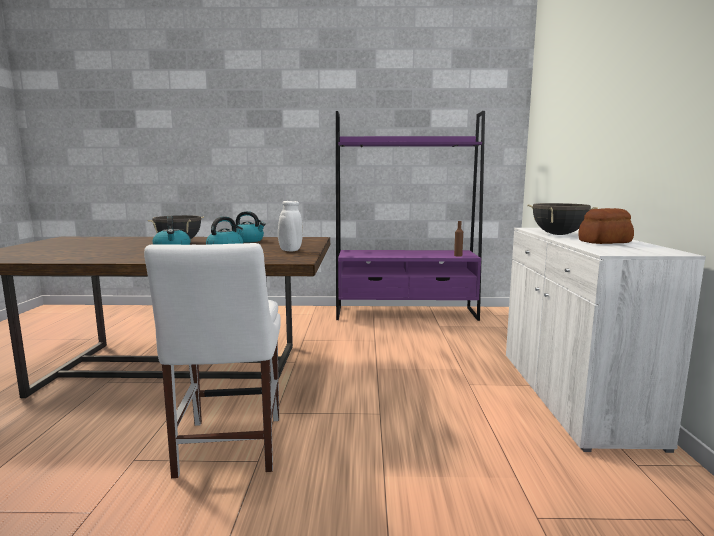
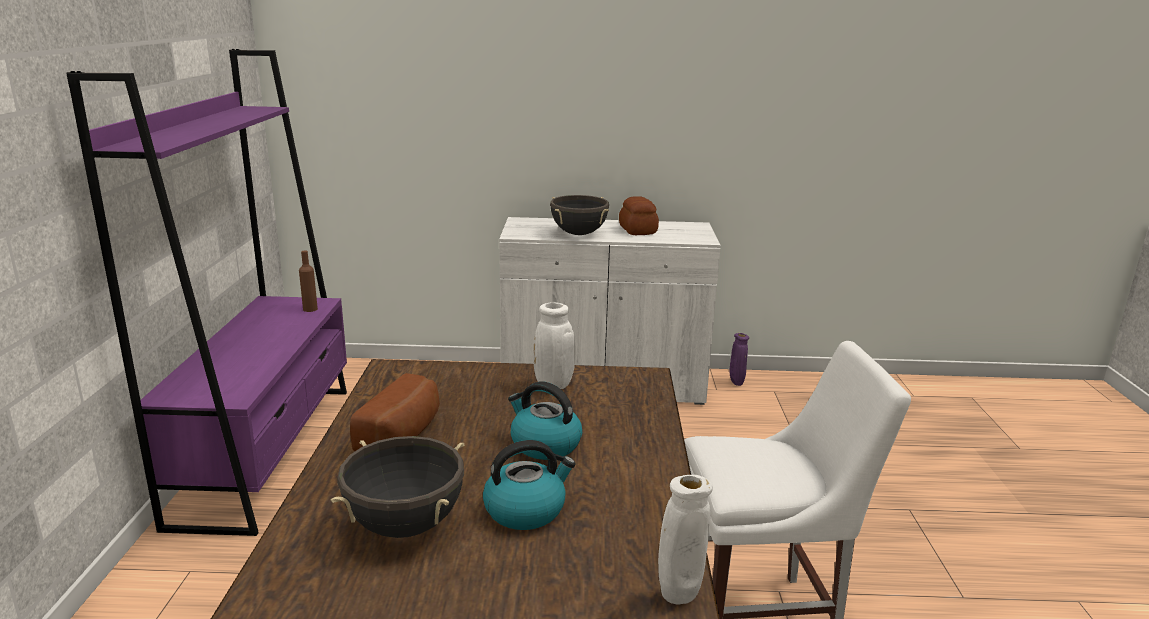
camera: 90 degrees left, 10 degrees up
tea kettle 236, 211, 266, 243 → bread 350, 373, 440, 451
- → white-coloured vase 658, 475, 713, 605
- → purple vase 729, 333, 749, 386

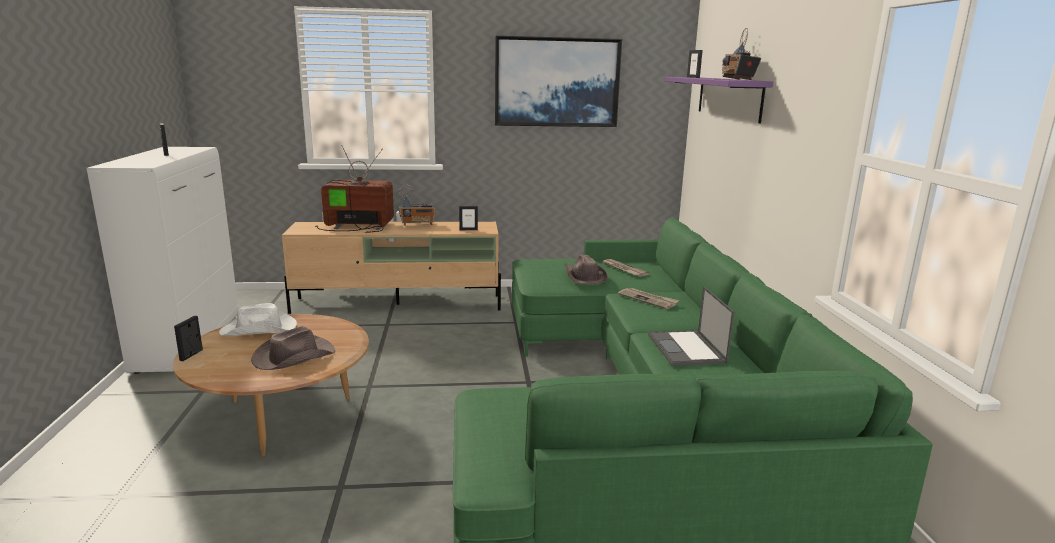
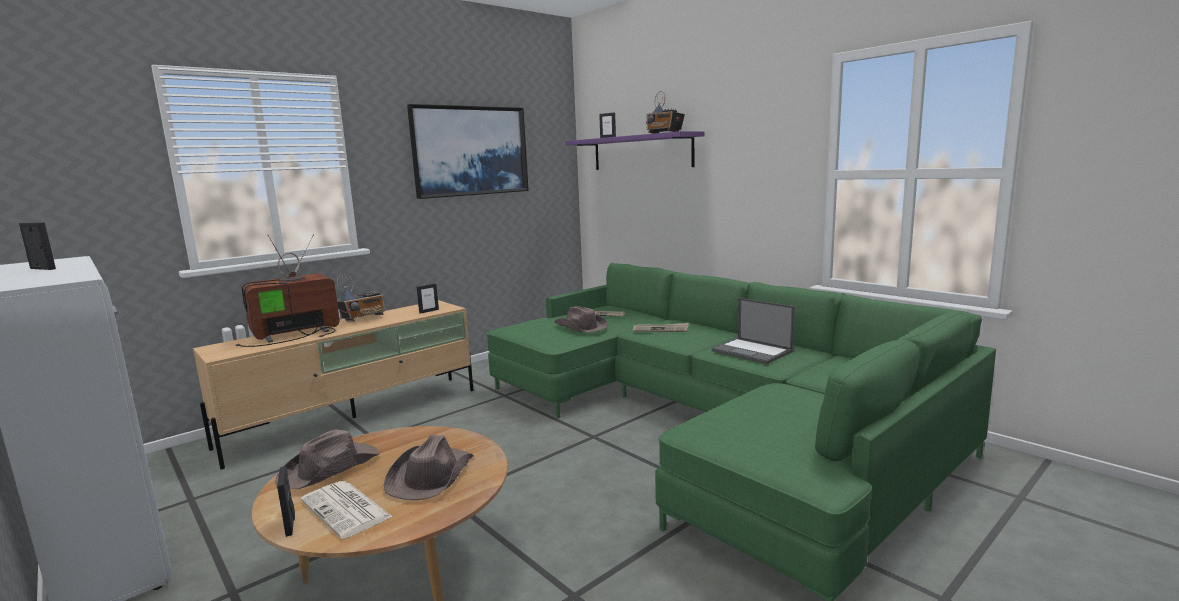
camera: 35 degrees left, 5 degrees down
white-coloured hat 219, 303, 297, 336 → brown hat 275, 430, 380, 489
- → newspaper 301, 481, 393, 539

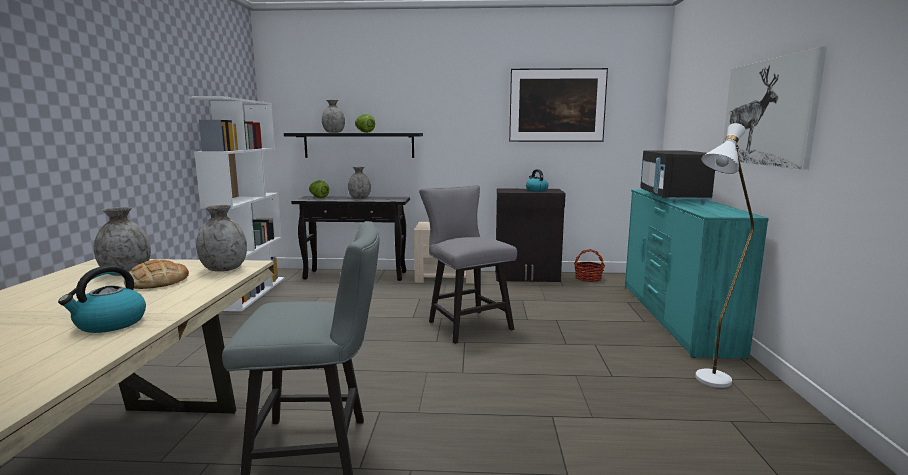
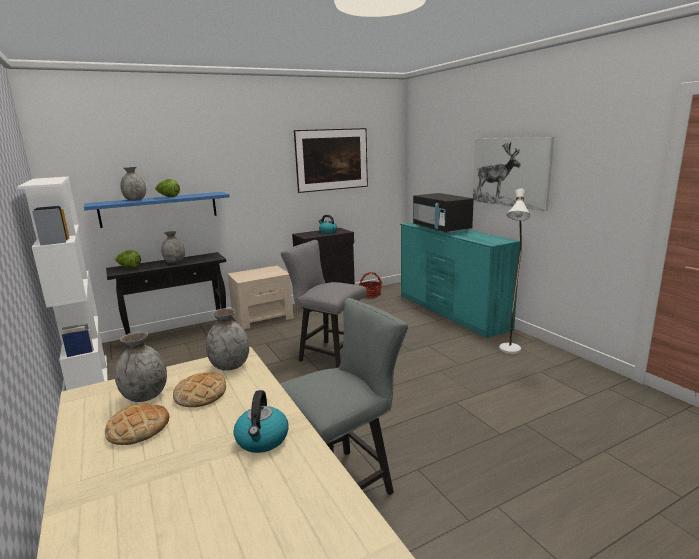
camera: 30 degrees left, 5 degrees up
black-coloured shelf 284, 133, 423, 158 → blue-coloured shelf 84, 192, 230, 228
- → bread 105, 404, 169, 445

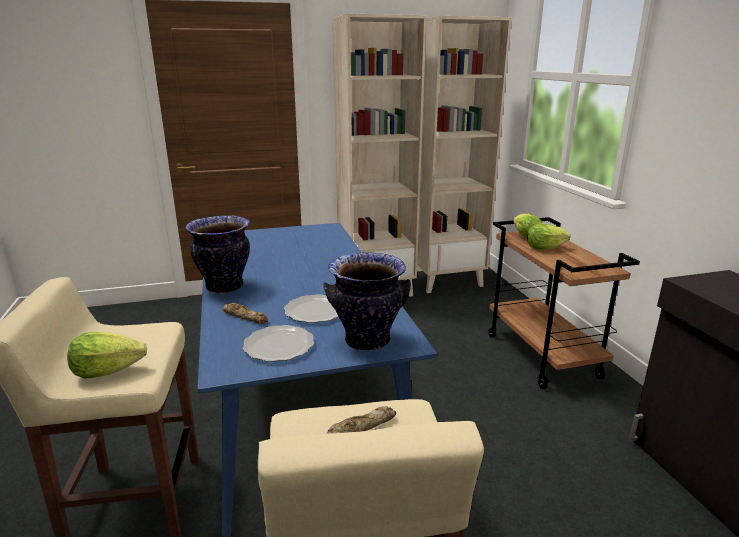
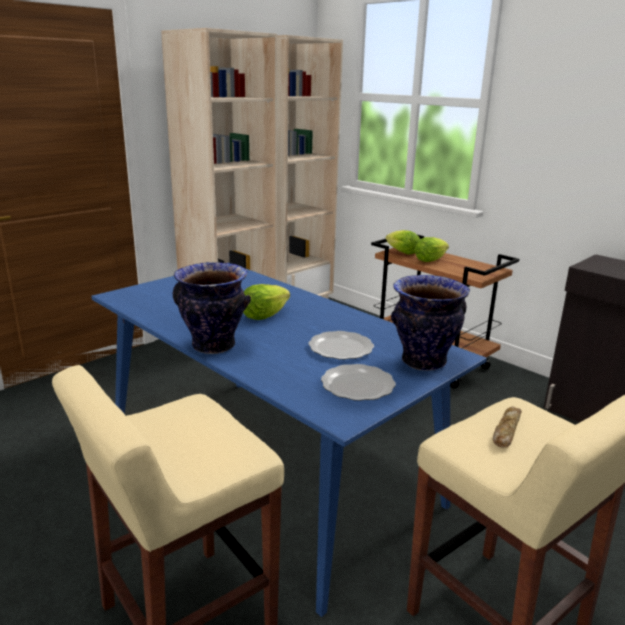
camera: 30 degrees left, 0 degrees up
head of lettuce 67, 332, 147, 379 → head of lettuce 243, 284, 290, 320, relocated
bread 223, 303, 268, 324 → -

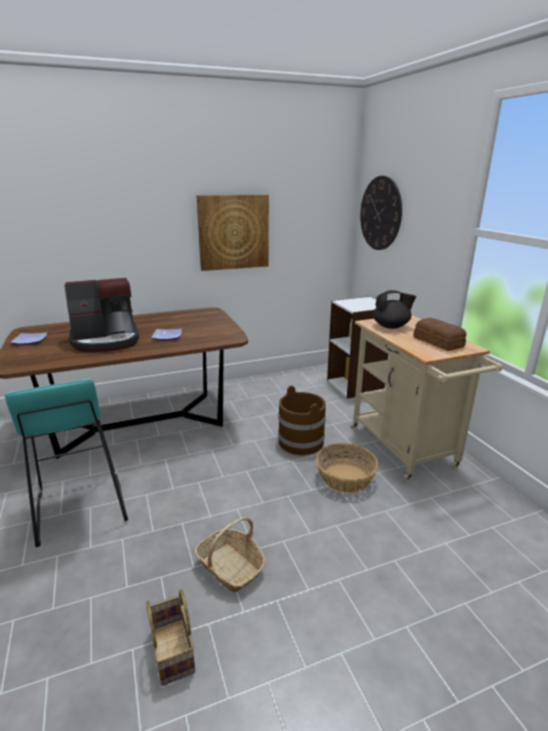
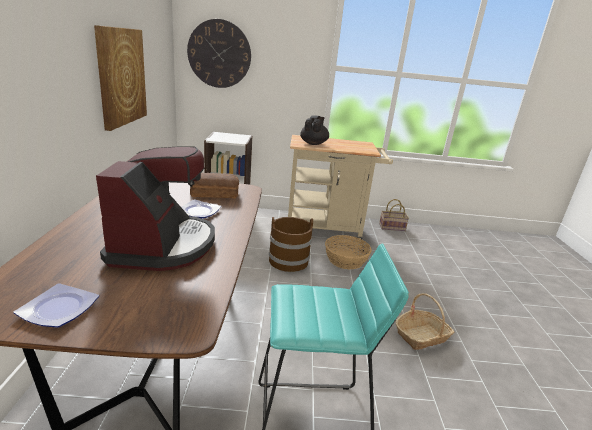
camera: 70 degrees left, 0 degrees up
storage basket 146, 589, 195, 686 → storage basket 379, 199, 409, 231, relocated
bread 413, 318, 466, 351 → bread 190, 173, 239, 198, relocated

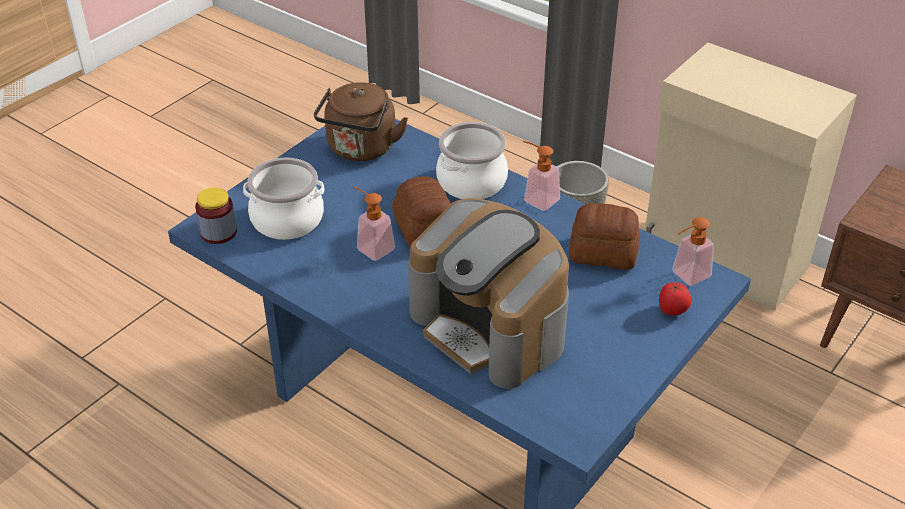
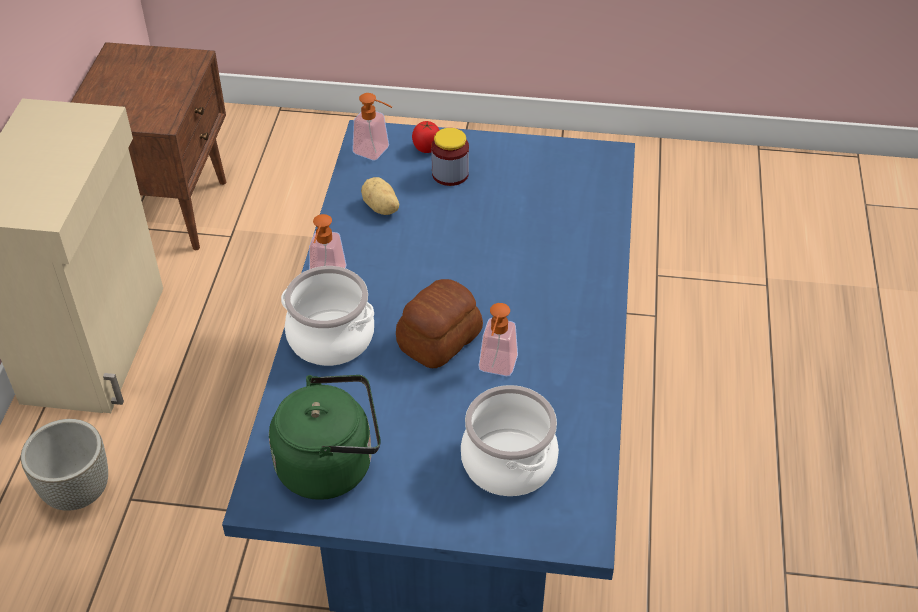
camera: 120 degrees left, 5 degrees up
jar 195, 188, 237, 244 → jar 431, 128, 469, 186, relocated
brown tea kettle 314, 82, 408, 161 → green-coloured tea kettle 269, 375, 381, 500
coffee maker 408, 198, 569, 389 → -
bread 569, 203, 639, 270 → spud 361, 177, 399, 215

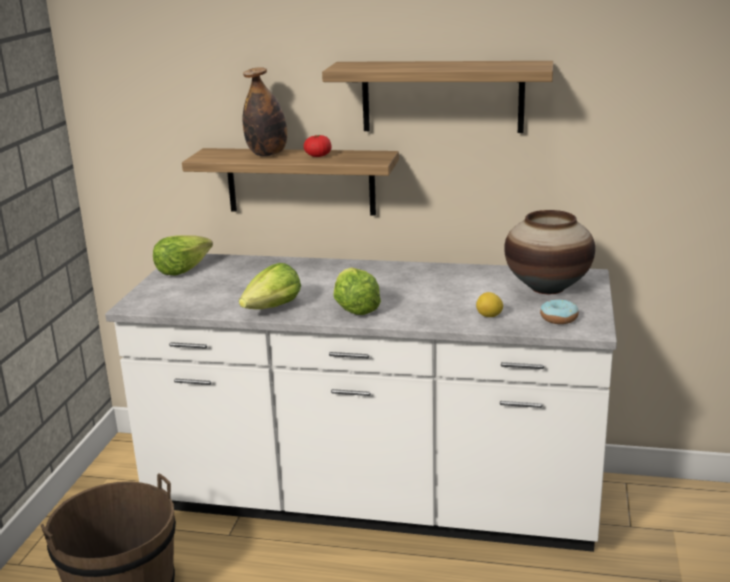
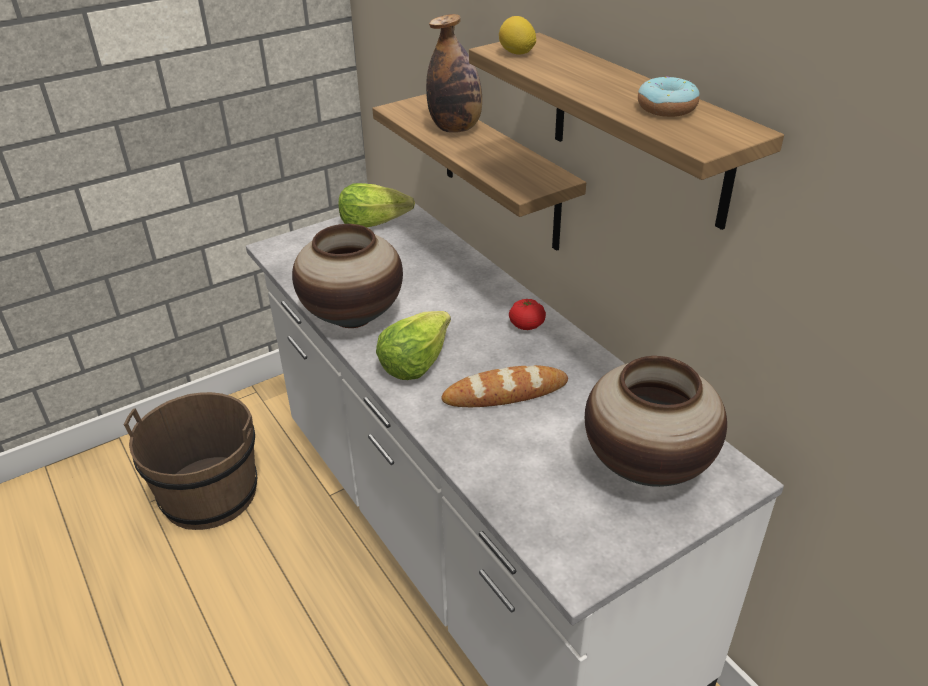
camera: 45 degrees right, 15 degrees up
head of lettuce 239, 263, 301, 309 → vase 292, 224, 403, 328
whole tomato 304, 135, 331, 157 → whole tomato 509, 299, 546, 330, relocated
citrus fruit 476, 292, 503, 317 → citrus fruit 499, 16, 536, 55, relocated
donut 540, 299, 579, 324 → donut 638, 76, 700, 117, relocated
- → bread 441, 365, 568, 407

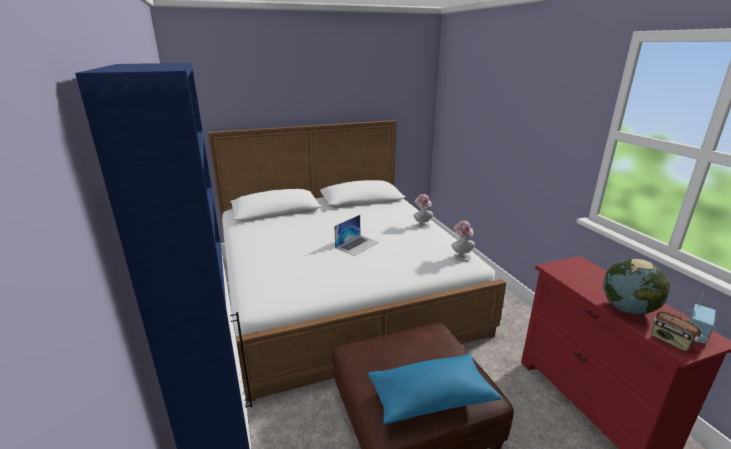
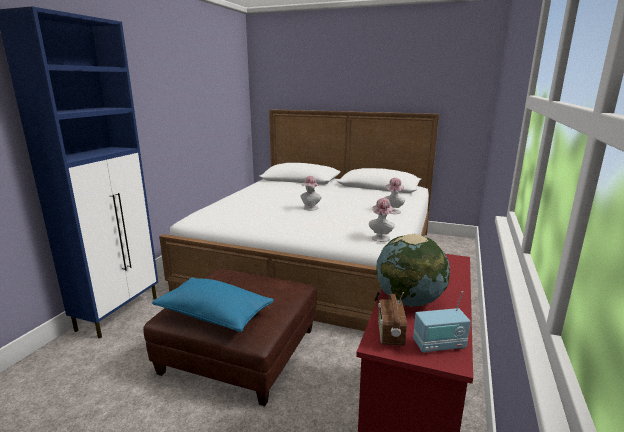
camera: 40 degrees right, 5 degrees down
notebook computer 334, 215, 379, 256 → hat 301, 176, 322, 211

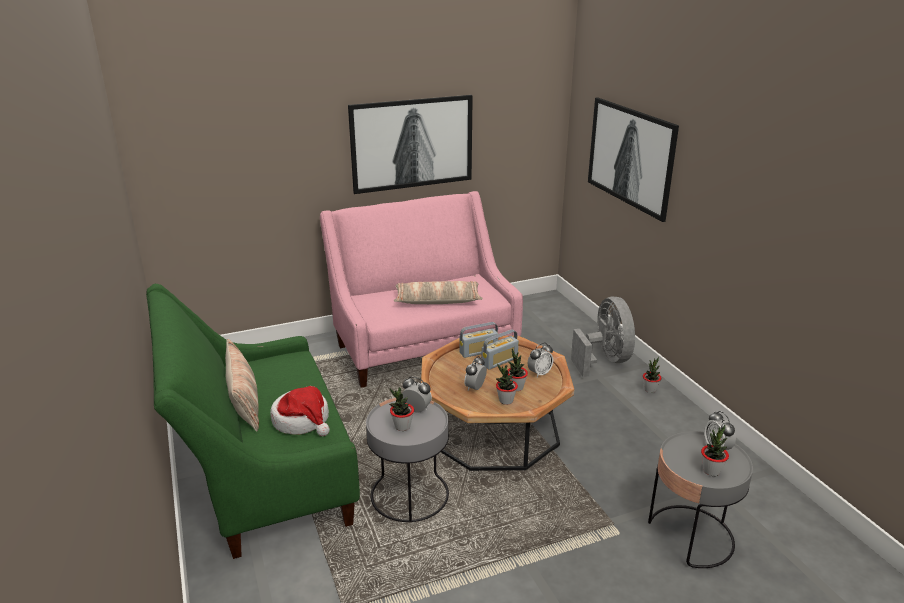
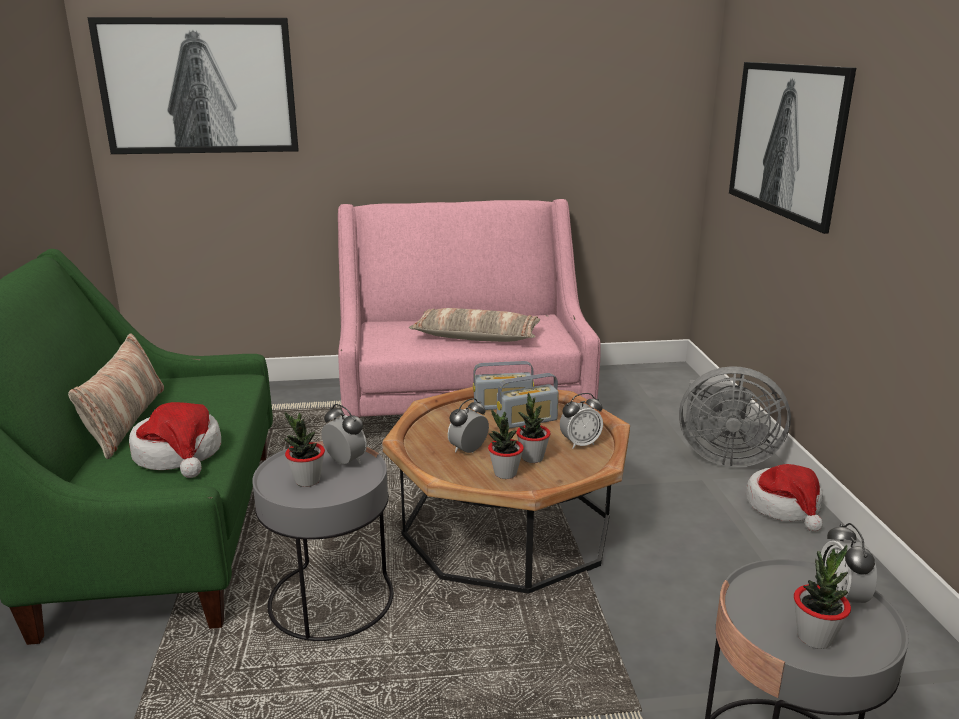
camera: 15 degrees right, 5 degrees down
picture 348, 95, 473, 194 → picture 87, 17, 299, 154, relocated
gray electric fan 571, 297, 635, 377 → gray electric fan 679, 366, 791, 467, 105 degrees clockwise
plant in a pot 643, 357, 661, 393 → hat 746, 464, 823, 532

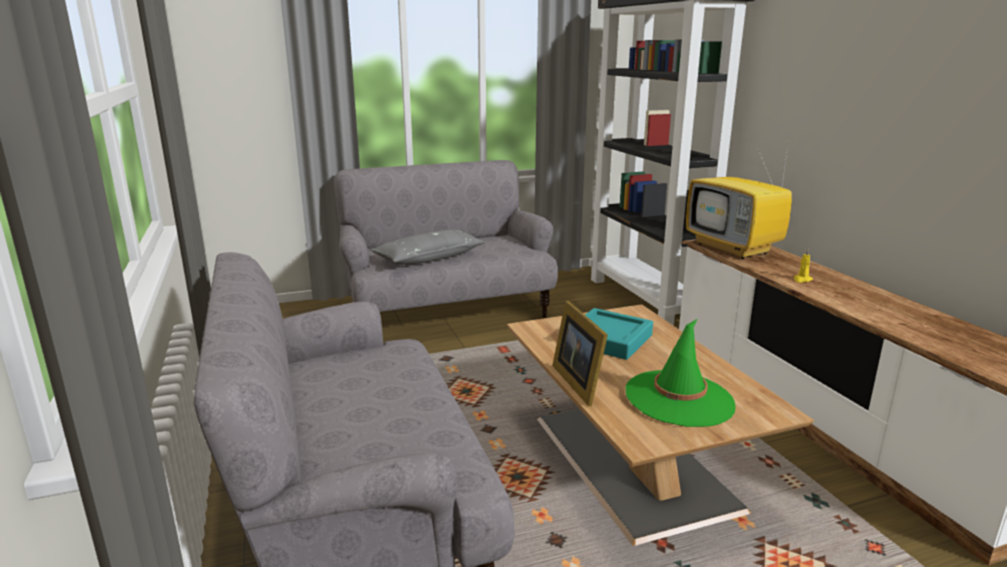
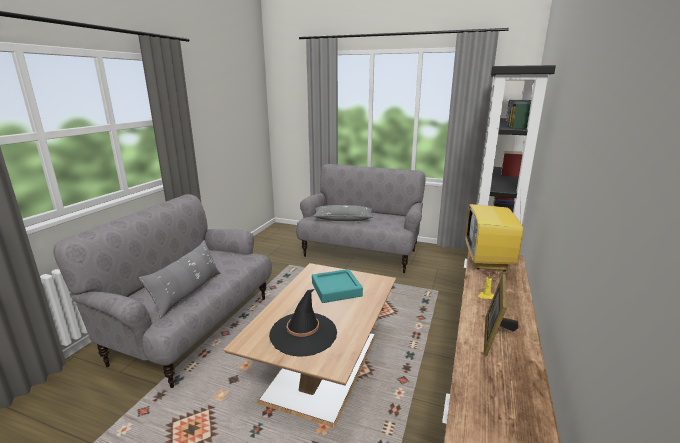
camera: 40 degrees right, 0 degrees up
standing frame 552, 301, 608, 406 → standing frame 484, 274, 519, 357, relocated
green-coloured hat 626, 319, 736, 427 → black-coloured hat 269, 289, 337, 356
- → gray cushion 139, 240, 220, 319

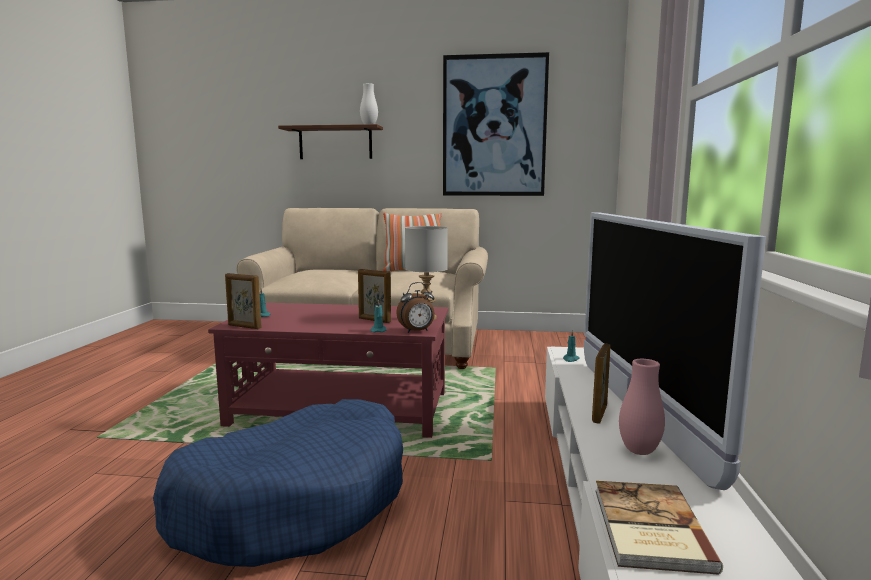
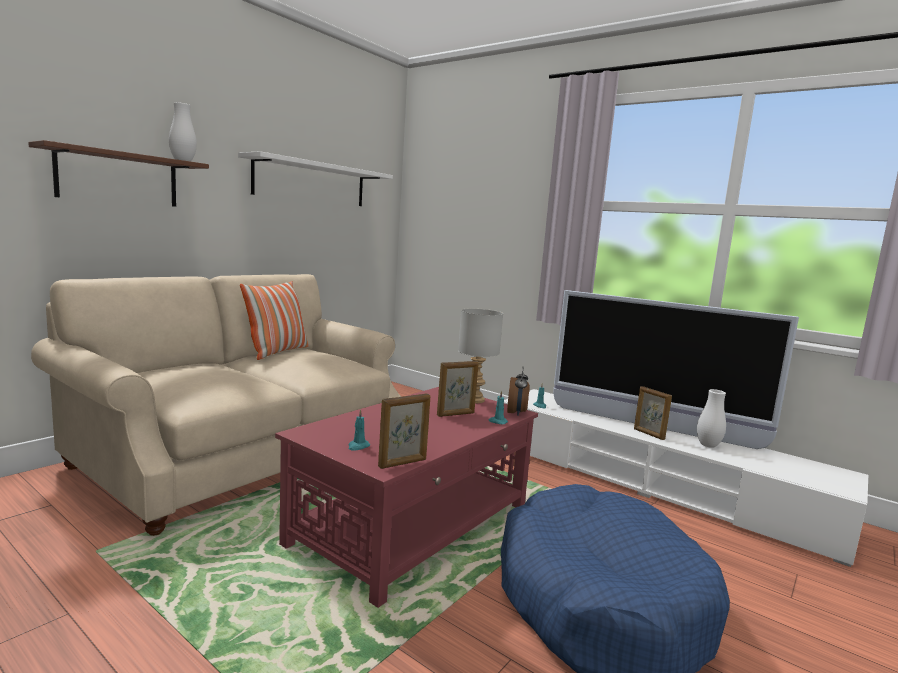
camera: 60 degrees left, 0 degrees up
picture 443, 52, 549, 196 → white-coloured shelf 238, 151, 393, 206
bound book 595, 481, 723, 575 → -
pink vase 619, 359, 665, 455 → white-coloured vase 697, 389, 726, 448

